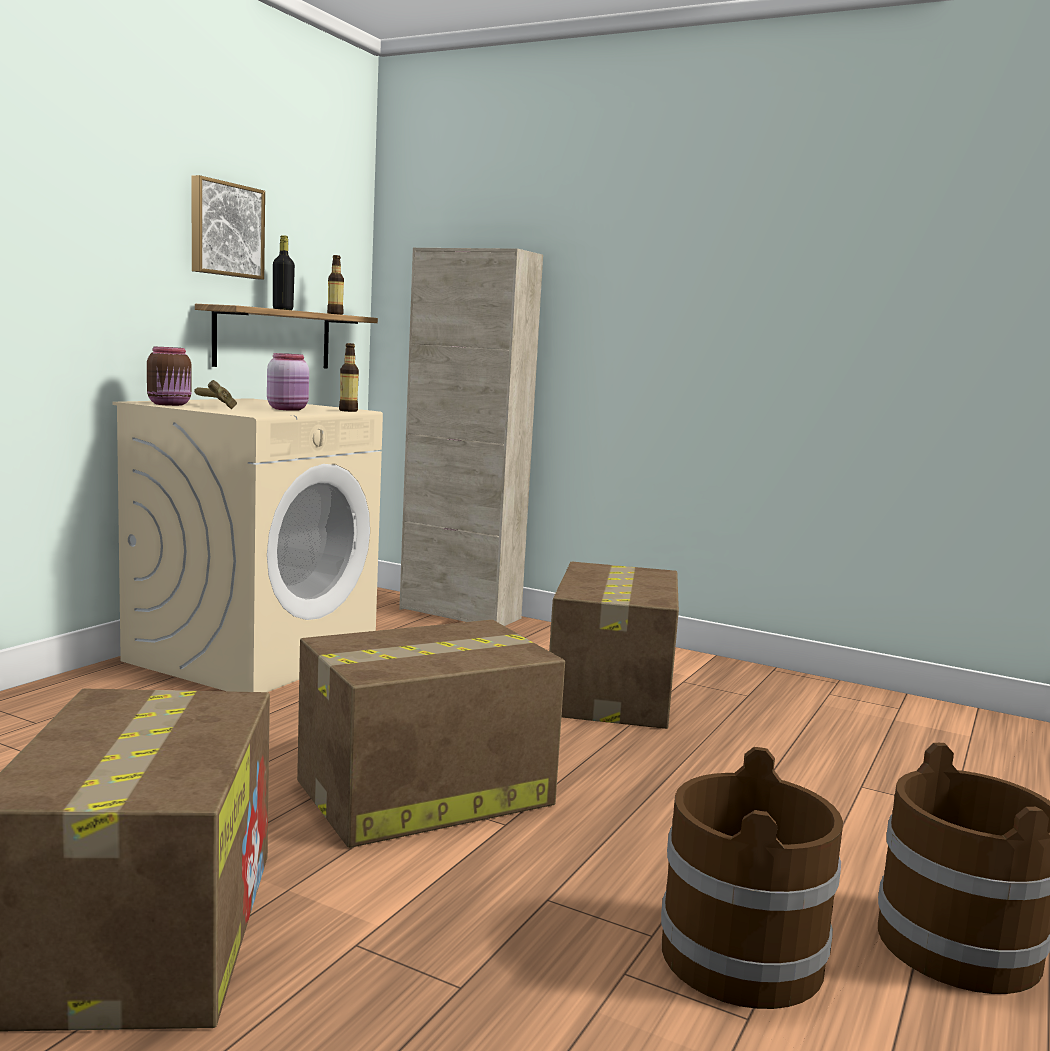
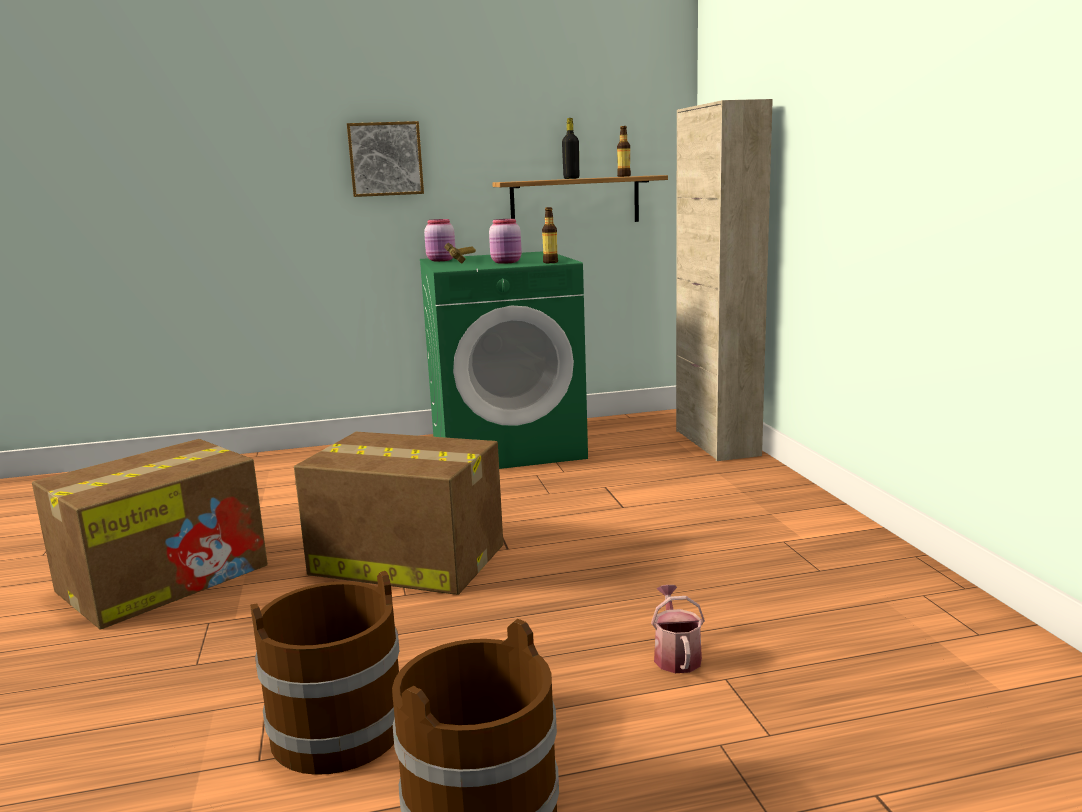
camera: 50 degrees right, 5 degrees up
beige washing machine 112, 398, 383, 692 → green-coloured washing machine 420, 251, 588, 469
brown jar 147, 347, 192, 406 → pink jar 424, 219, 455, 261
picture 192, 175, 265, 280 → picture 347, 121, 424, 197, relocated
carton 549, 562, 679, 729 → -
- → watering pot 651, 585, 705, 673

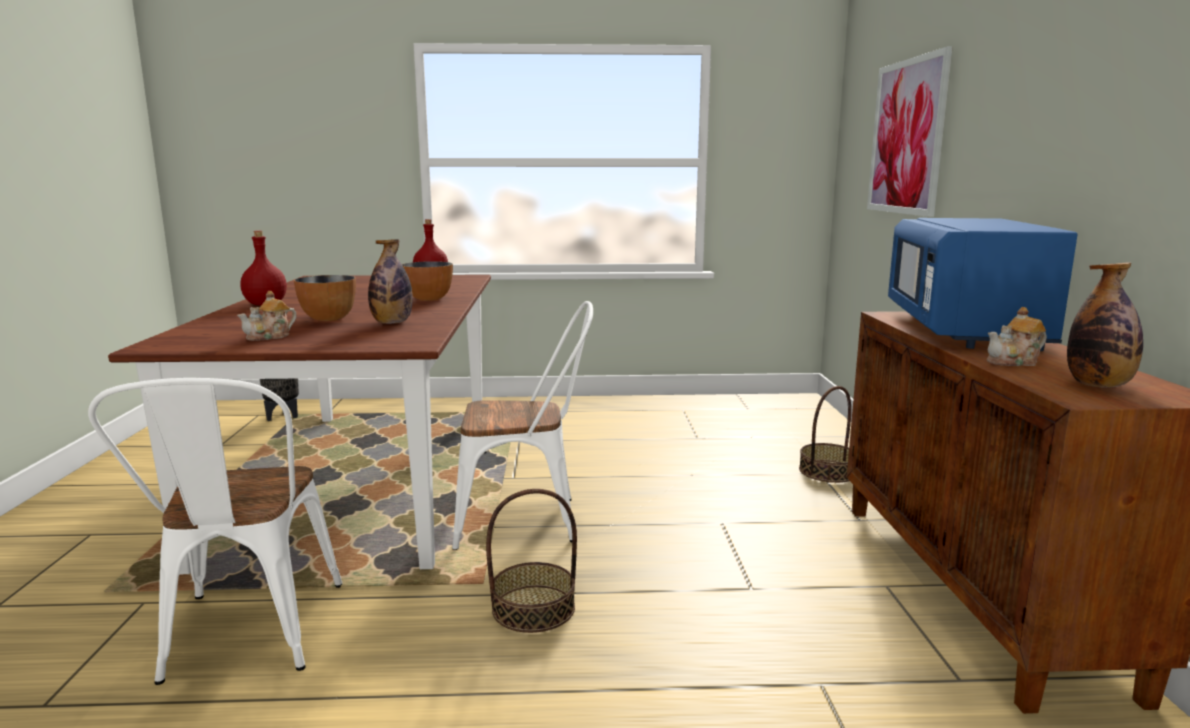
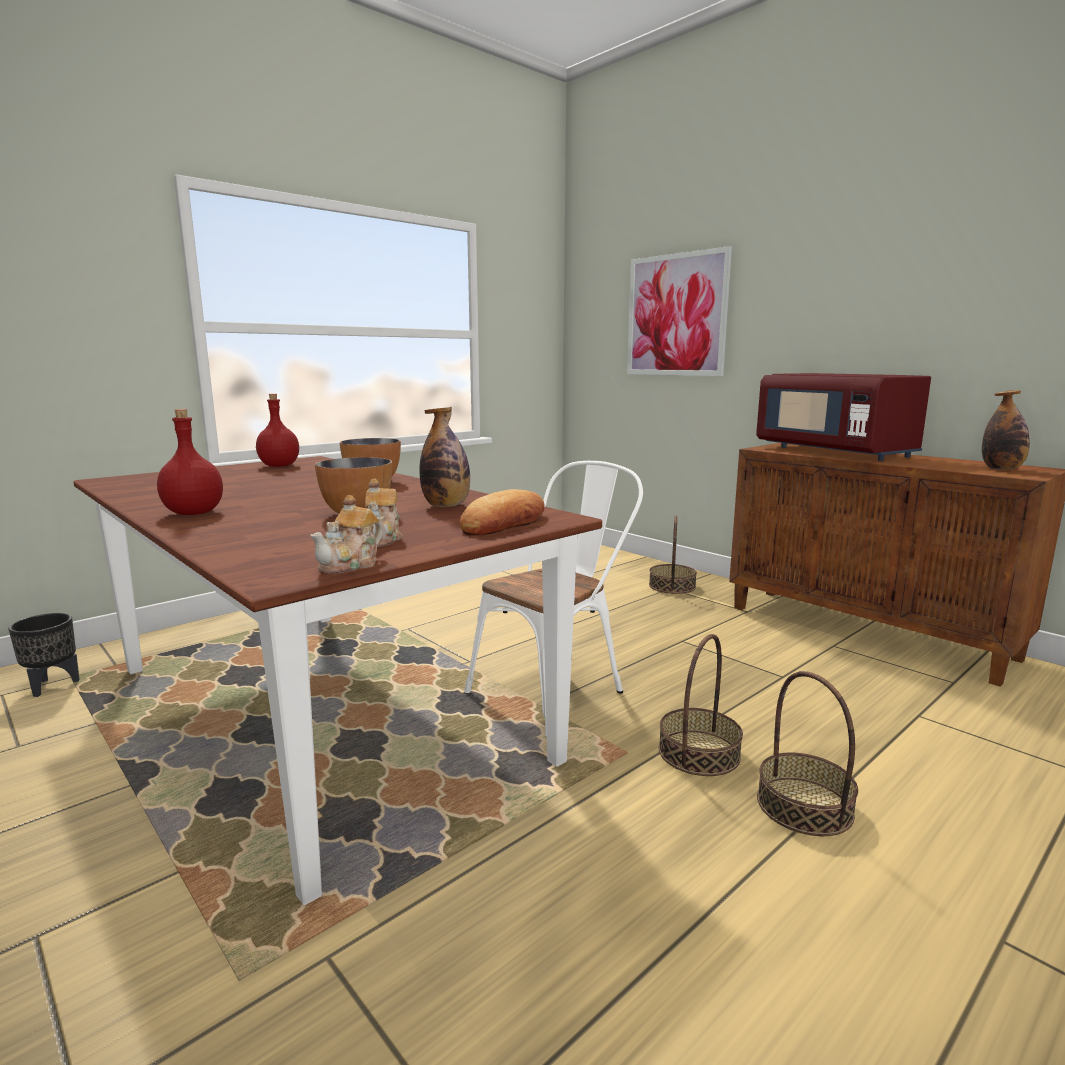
camera: 40 degrees left, 0 degrees up
white-coloured upright chair 88, 378, 342, 685 → -
blue-coloured kitchen microwave 888, 218, 1077, 351 → red kitchen microwave 756, 373, 931, 461
tea pot 987, 307, 1047, 366 → tea pot 310, 495, 383, 574, relocated
- → bread 460, 489, 544, 536
- → storage basket 757, 671, 858, 836

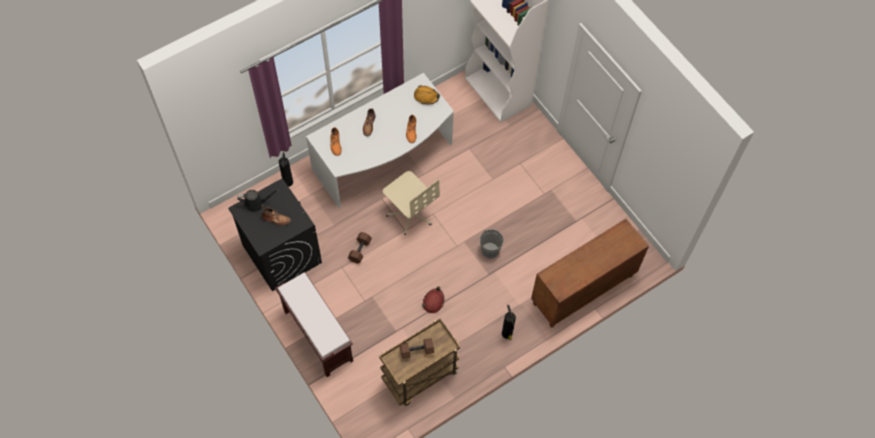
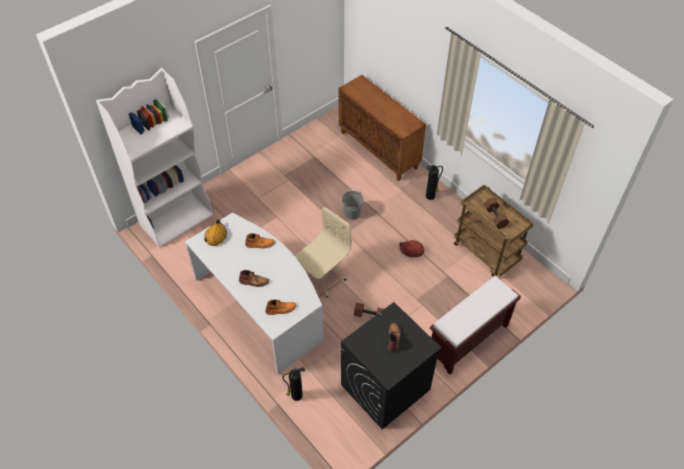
camera: 95 degrees left, 10 degrees down
black-coloured watering pot 238, 189, 279, 212 → -

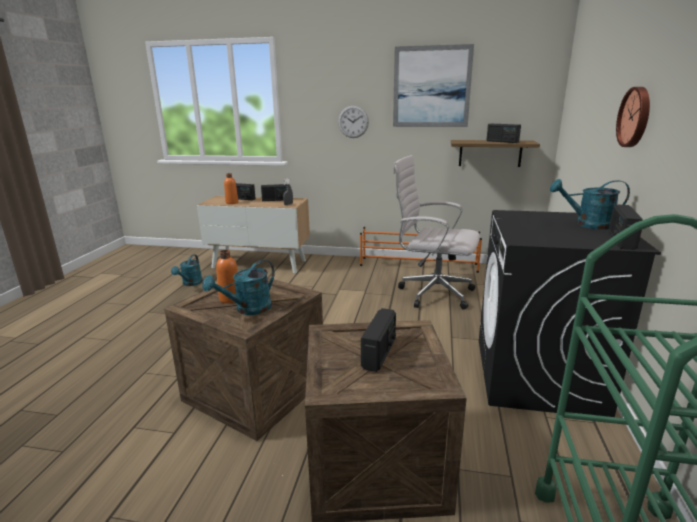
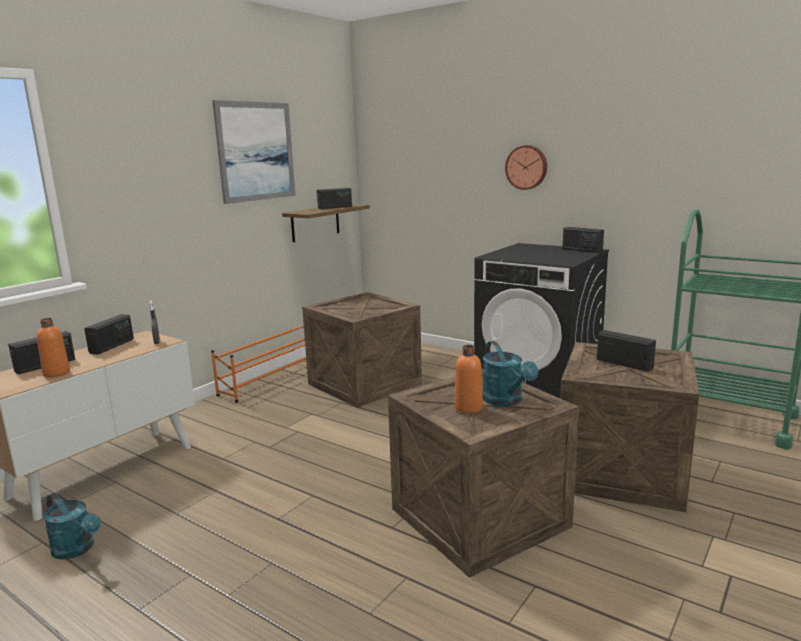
camera: 65 degrees left, 5 degrees down
wall clock 338, 106, 369, 138 → -
white-coloured office chair 393, 155, 480, 310 → shipping crate 302, 292, 422, 408
turquoise watering pot 550, 179, 630, 230 → -

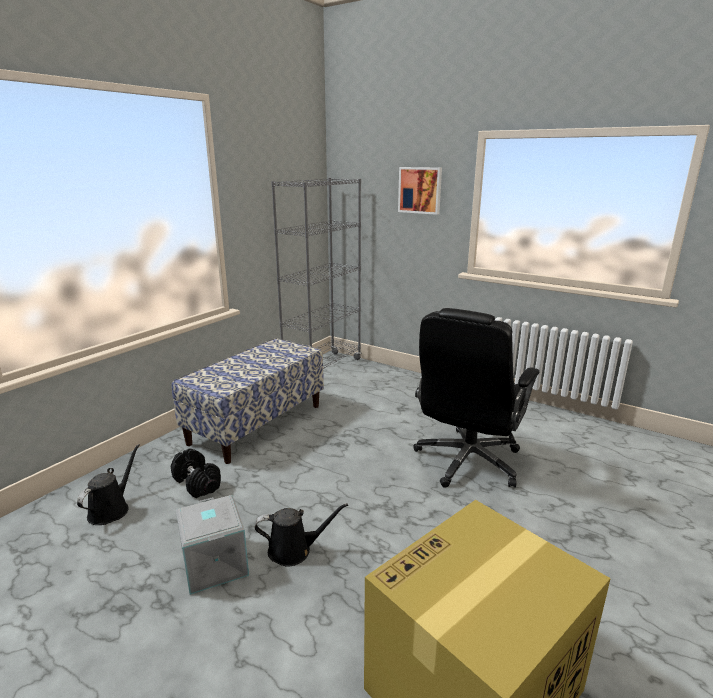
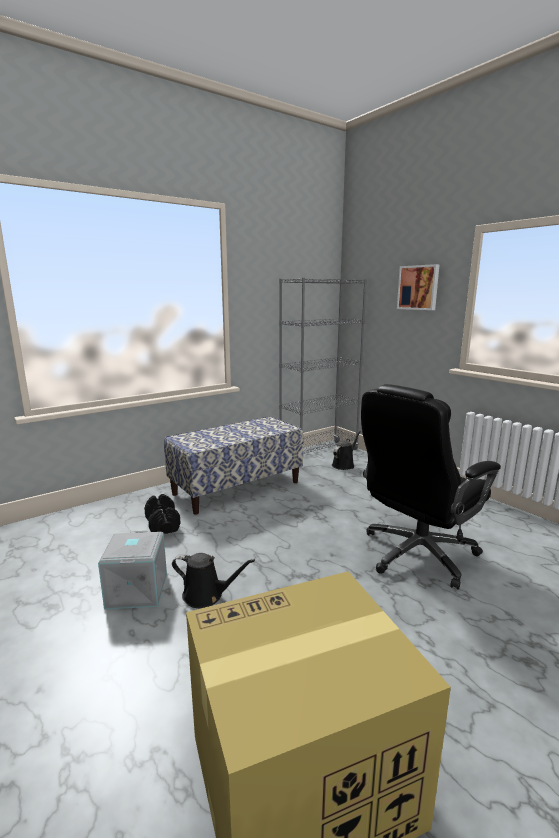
camera: 20 degrees right, 5 degrees down
black-coloured watering pot 77, 444, 140, 525 → black-coloured watering pot 332, 431, 361, 470, relocated

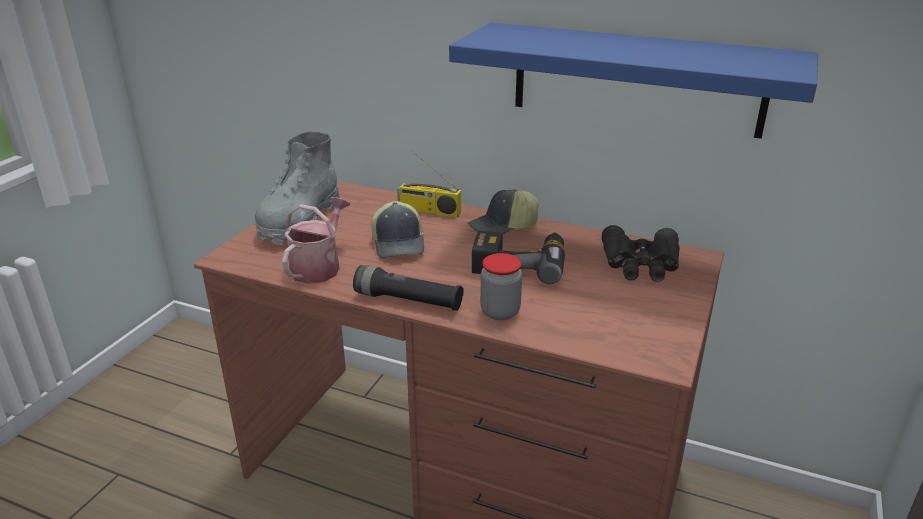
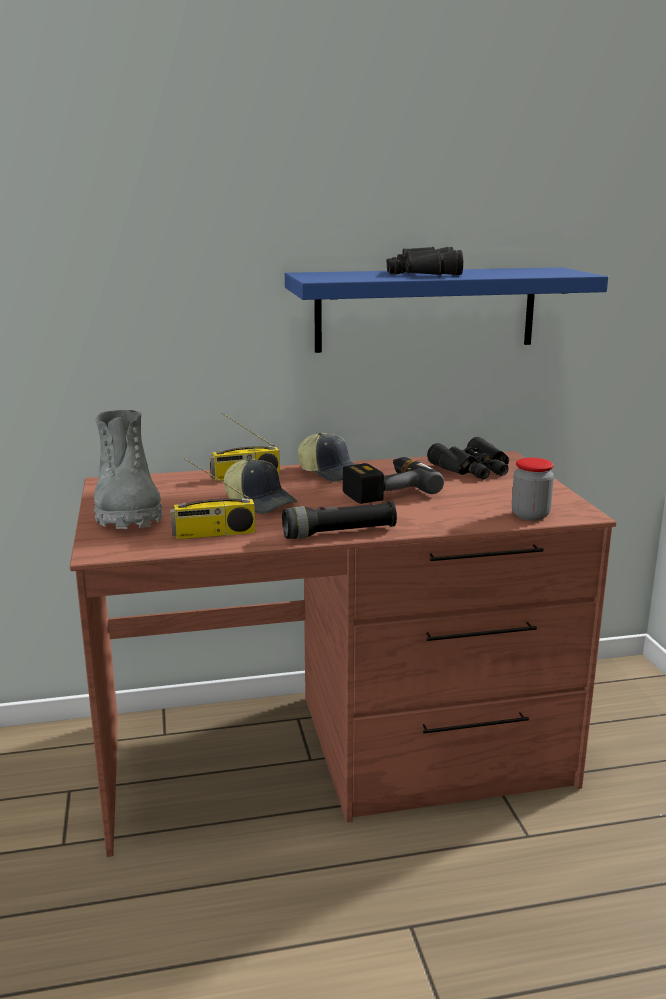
camera: 35 degrees left, 10 degrees down
watering pot 282, 197, 350, 284 → radio 170, 458, 255, 540
cap 467, 189, 539, 234 → cap 298, 433, 356, 482, 75 degrees counterclockwise
jar 480, 253, 522, 320 → jar 512, 458, 554, 521, relocated
- → black-coloured pair of binoculars 386, 247, 463, 275

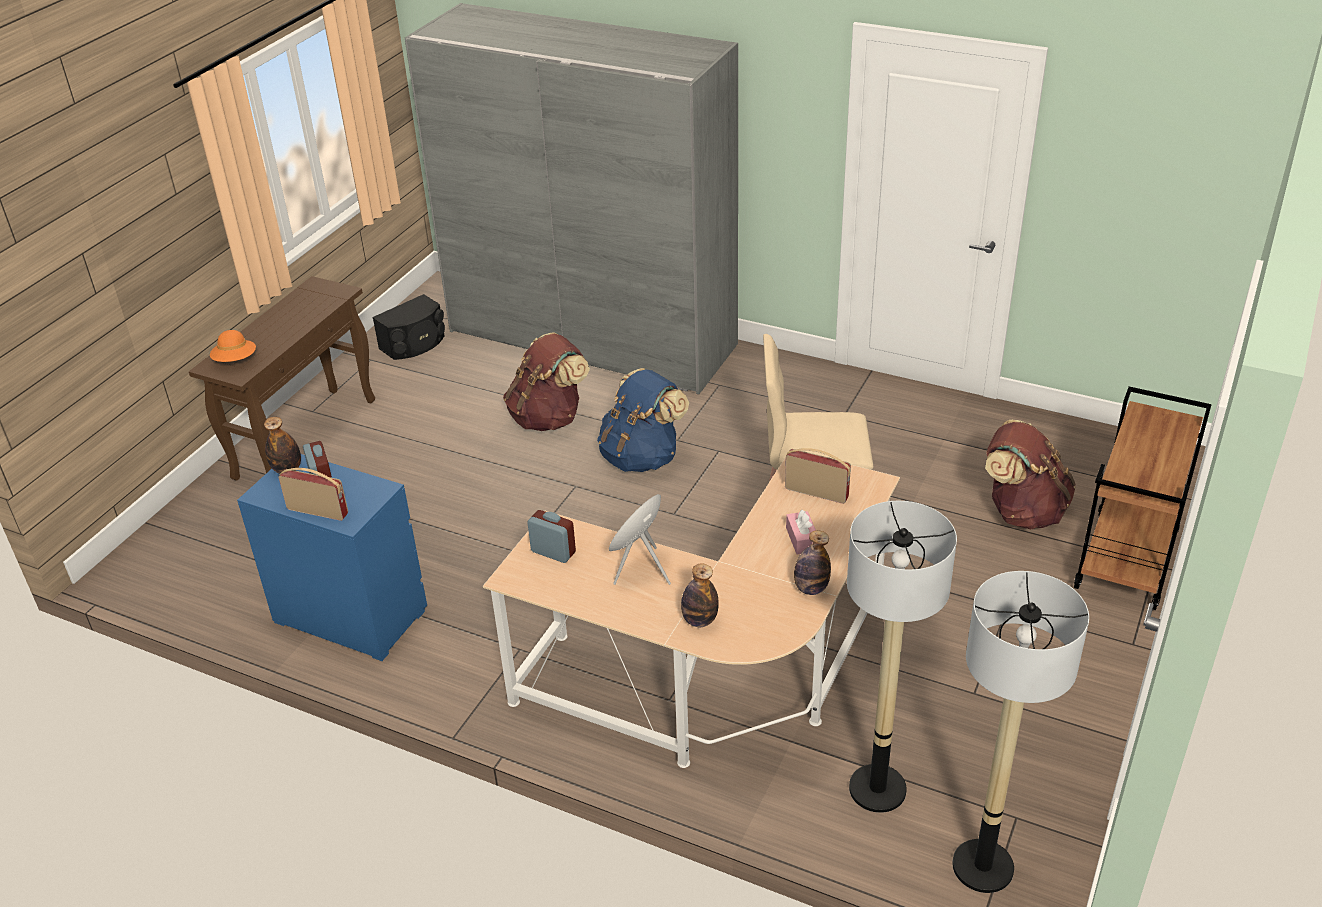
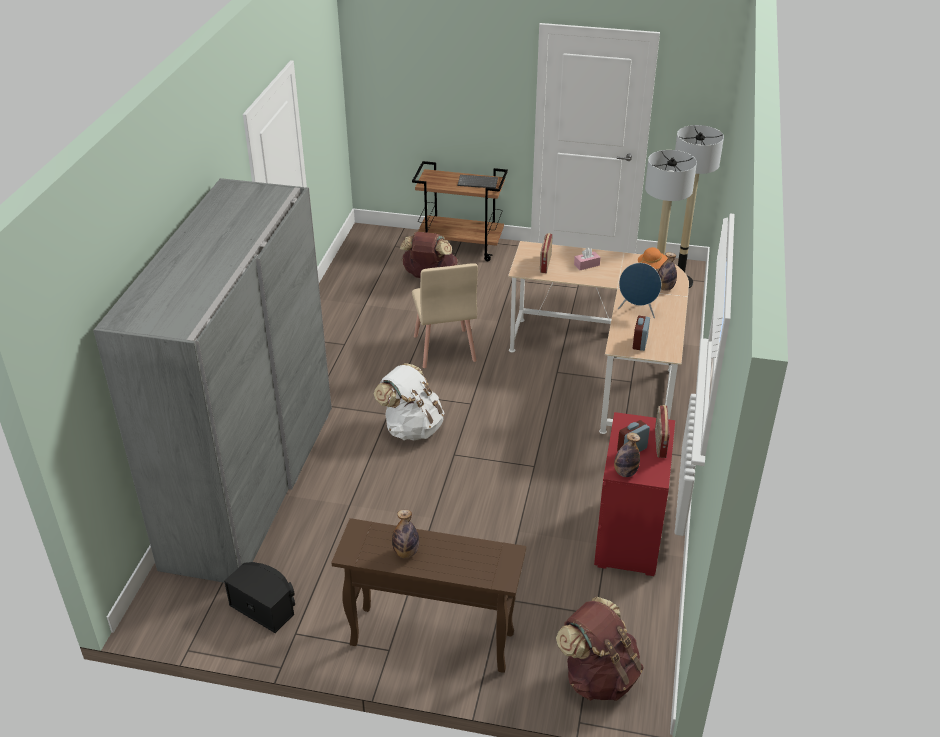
camera: 105 degrees left, 0 degrees up
orange hat 210, 330, 256, 362 → orange hat 638, 247, 668, 269, relocated
blue-coloured drawer chest 237, 454, 427, 661 → red drawer chest 594, 412, 675, 576
brown rucksack 503, 332, 590, 431 → brown rucksack 556, 597, 644, 701, relocated
blue-coloured rucksack 597, 368, 689, 472 → white-coloured rucksack 374, 363, 444, 440
drink bottle 794, 530, 831, 595 → drink bottle 392, 510, 419, 558, relocated
- → computer keyboard 458, 175, 498, 189

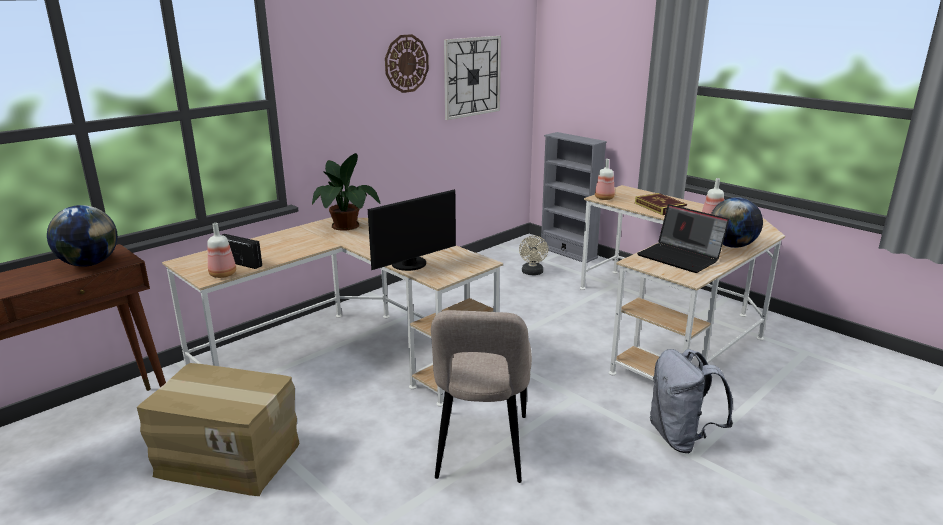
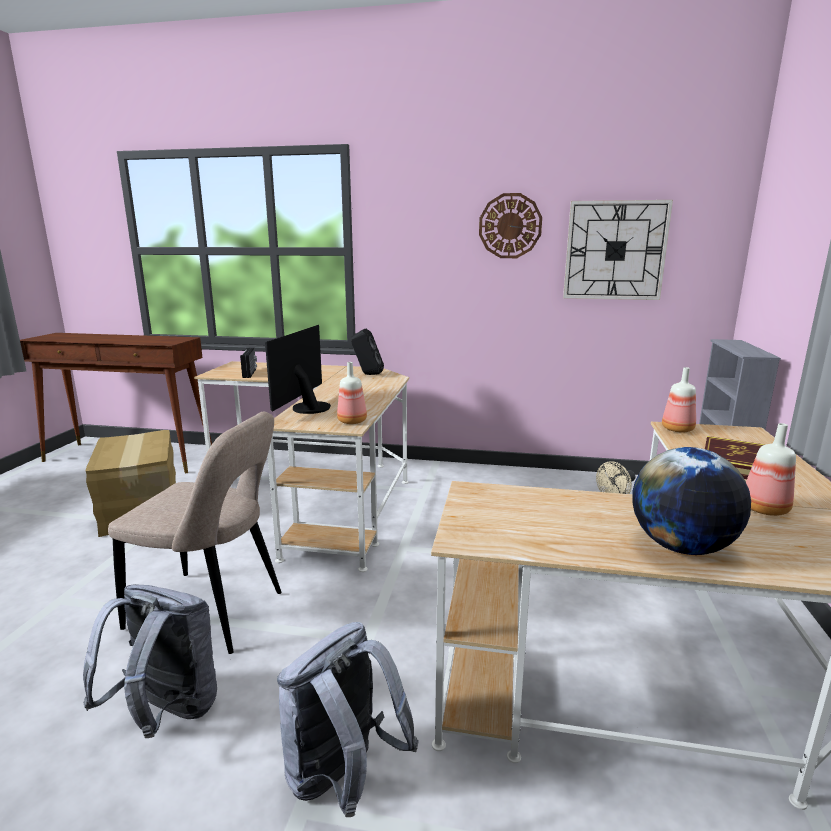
camera: 55 degrees right, 5 degrees down
desk globe 47, 205, 118, 267 → -
drink bottle 208, 223, 236, 278 → drink bottle 337, 362, 367, 424, relocated
plant in a pot 312, 153, 381, 231 → black-coloured audio speaker 351, 329, 384, 375
computer screen 368, 189, 456, 271 → computer screen 265, 325, 331, 414, 90 degrees clockwise
beige upright chair 431, 310, 532, 483 → beige upright chair 108, 412, 282, 654, 135 degrees counterclockwise
notebook computer 637, 204, 729, 273 → -
- → gray rucksack 83, 584, 217, 738

